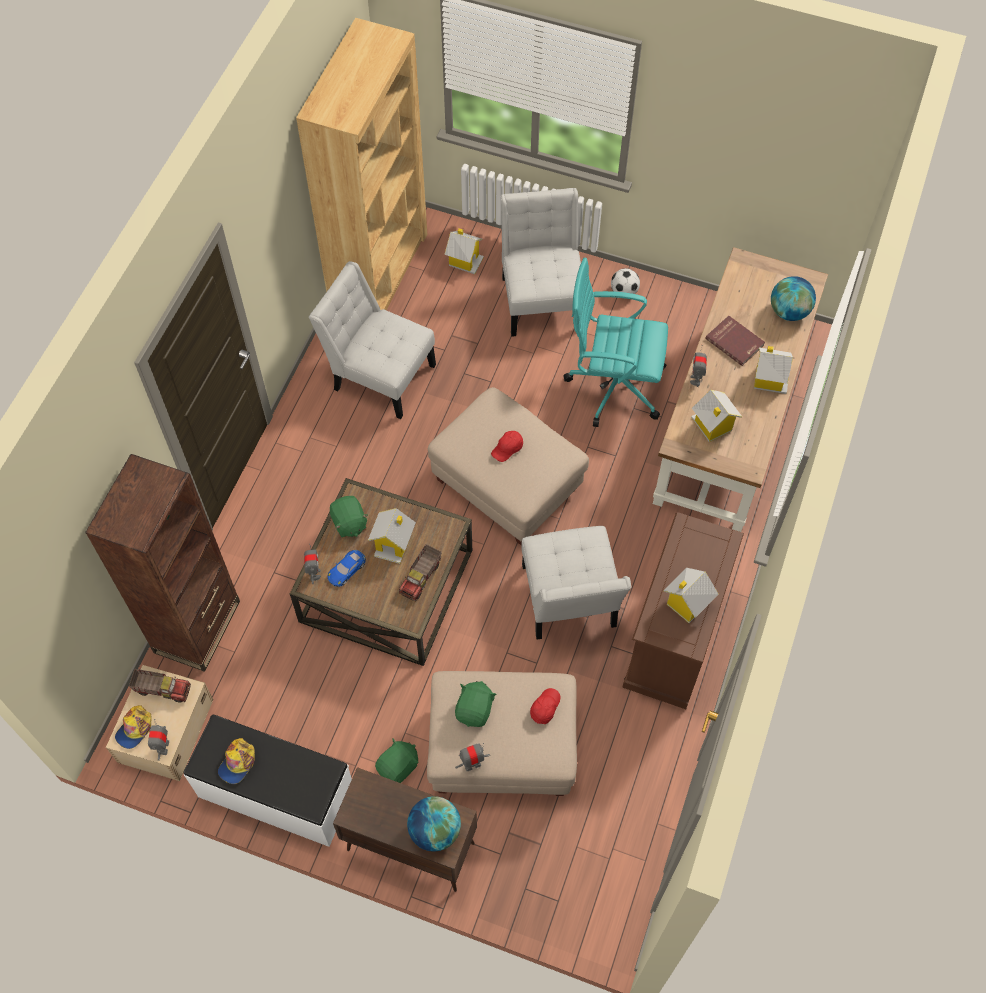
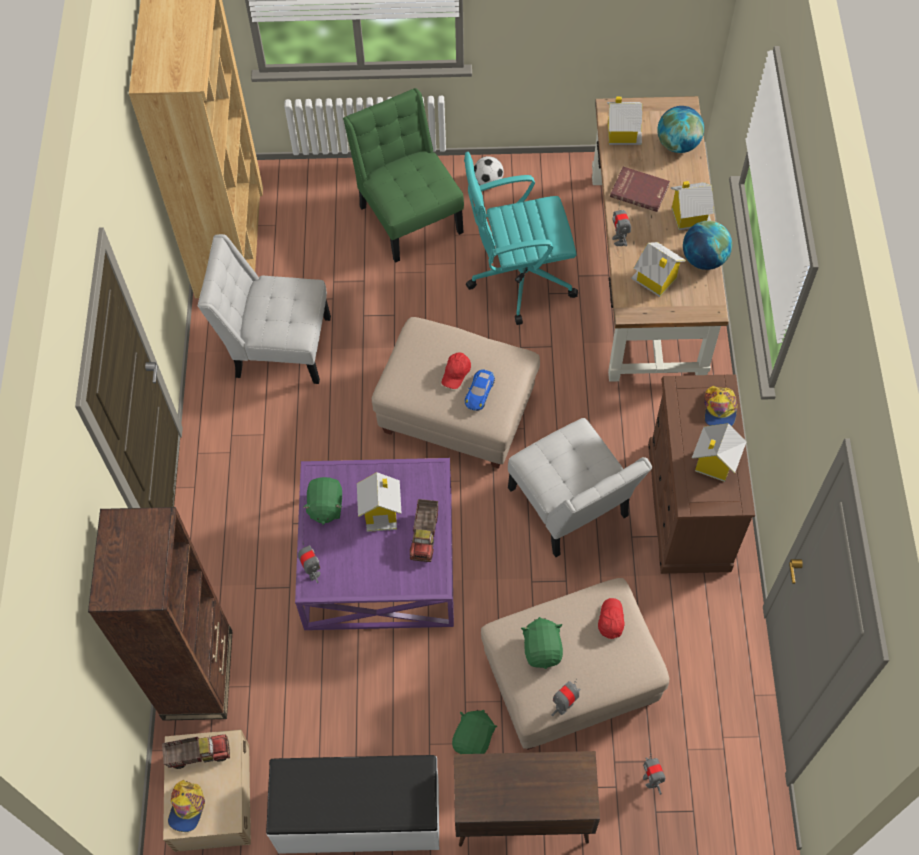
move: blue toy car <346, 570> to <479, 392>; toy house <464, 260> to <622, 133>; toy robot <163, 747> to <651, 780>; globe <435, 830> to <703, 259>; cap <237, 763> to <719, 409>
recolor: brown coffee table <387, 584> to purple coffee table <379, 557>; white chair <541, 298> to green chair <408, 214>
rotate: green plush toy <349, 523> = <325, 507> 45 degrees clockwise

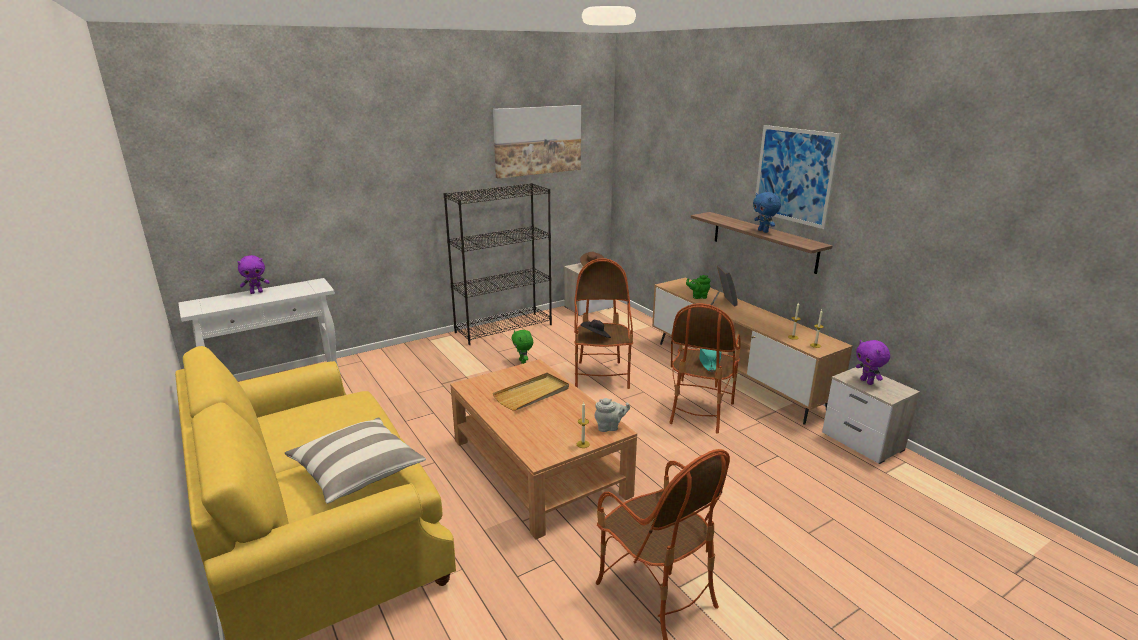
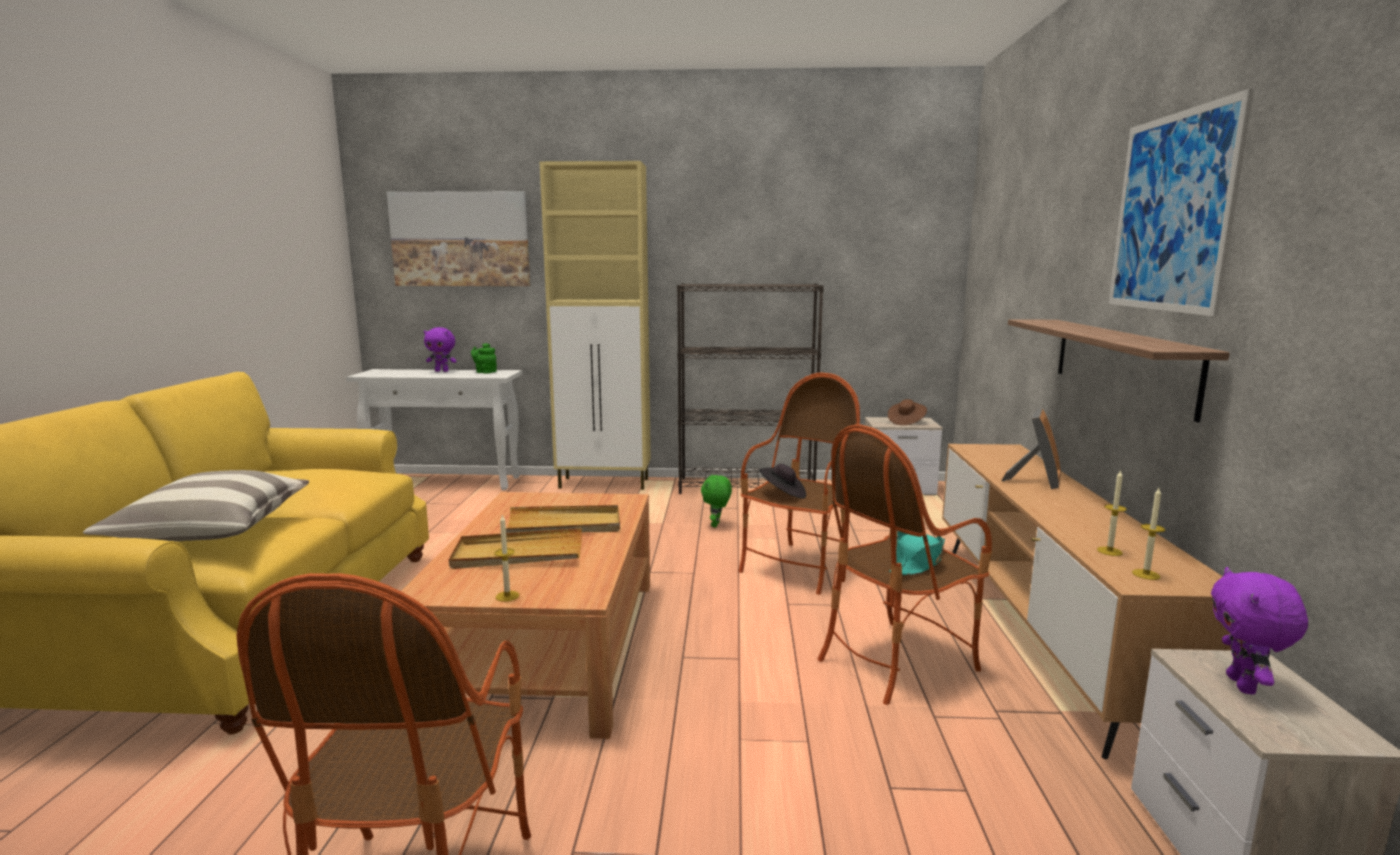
delete: grey teapot <610, 427>; blue plush toy <763, 231>
insert: beige tray <518, 554>; beige cabinet <605, 483>
move: picture <537, 140> to <460, 239>; green teapot <698, 297> to <485, 372>

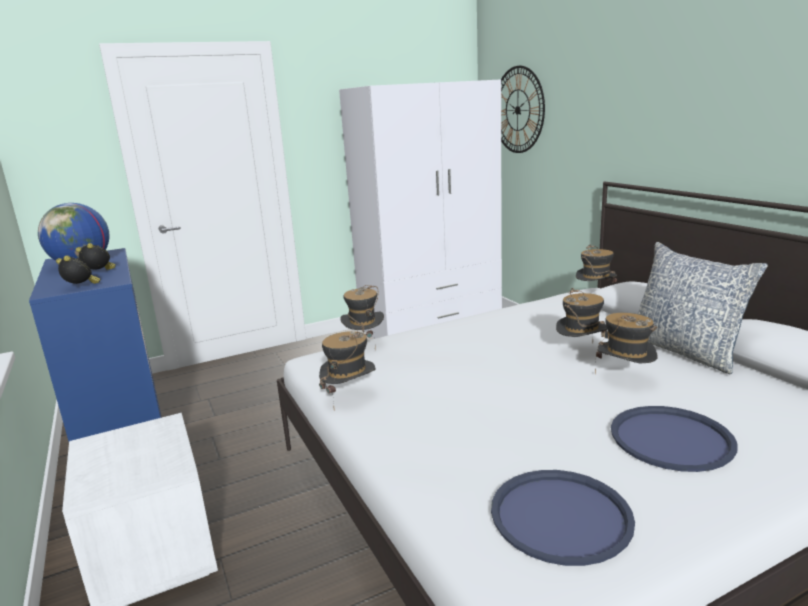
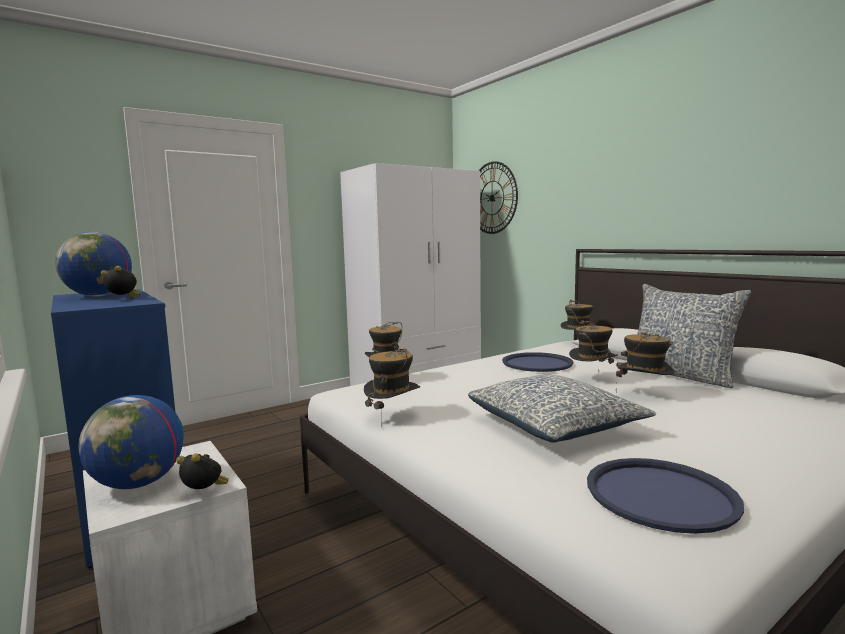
insert: globe <138, 483>; pillow <555, 426>
move: alarm clock <81, 287> to <204, 493>; blue tray <671, 439> to <537, 363>

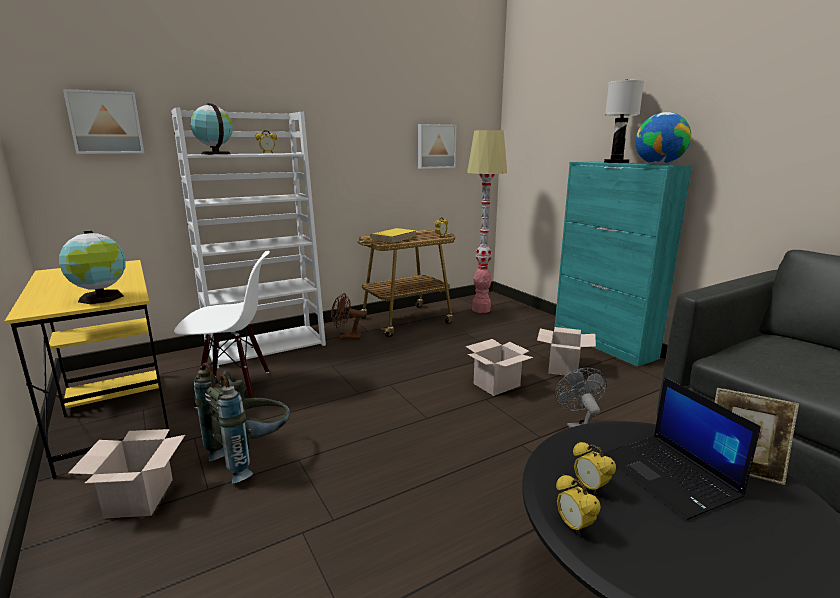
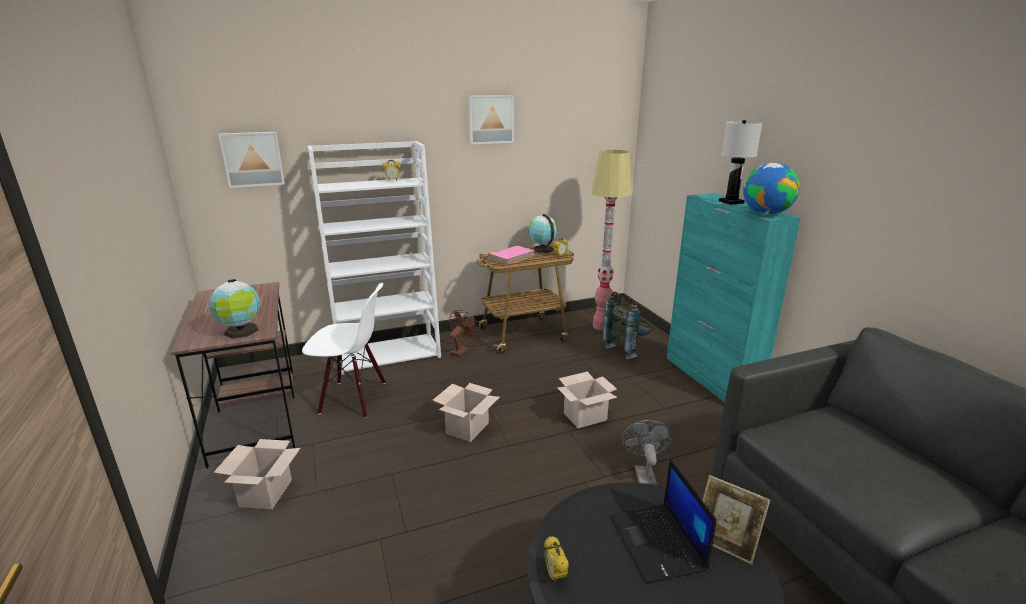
delete: alarm clock <590, 487>
move: cardboard box <562, 367> to <467, 427>; picture <435, 146> to <490, 119>; globe <215, 154> to <542, 249>; grey backpack <251, 457> to <628, 348>
recolor: yellow desk <115, 417> to brown desk <255, 416>; yellow book <393, 238> to pink book <511, 257>
rotate: brown fan <346, 337> = <462, 350> 105 degrees clockwise

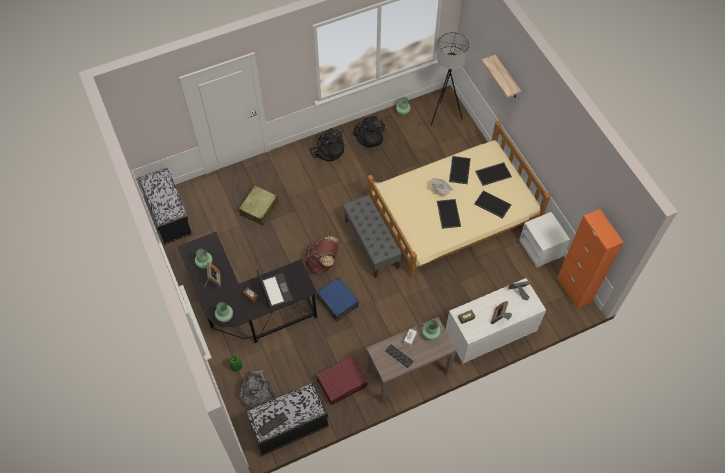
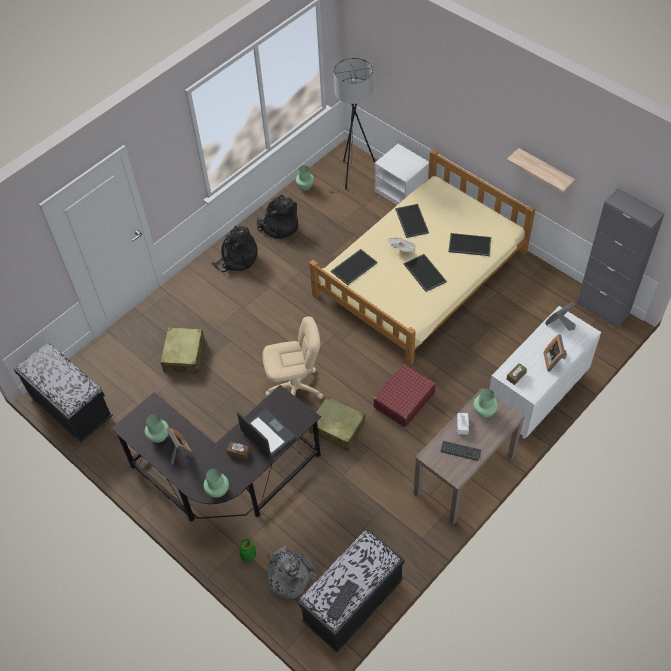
delete: grey bench <371, 244>
move: tray <493, 173> to <354, 266>; red suitcase <341, 383> to <403, 400>; white nightstand <541, 248> to <402, 191>; shelf <506, 78> to <545, 171>
replace: brown backpack <322, 263> to beige office chair <295, 389>
recolor: blue suitcase <337, 302> to beige suitcase <337, 427>; orange cabinet <574, 290> to grey cabinet <602, 309>

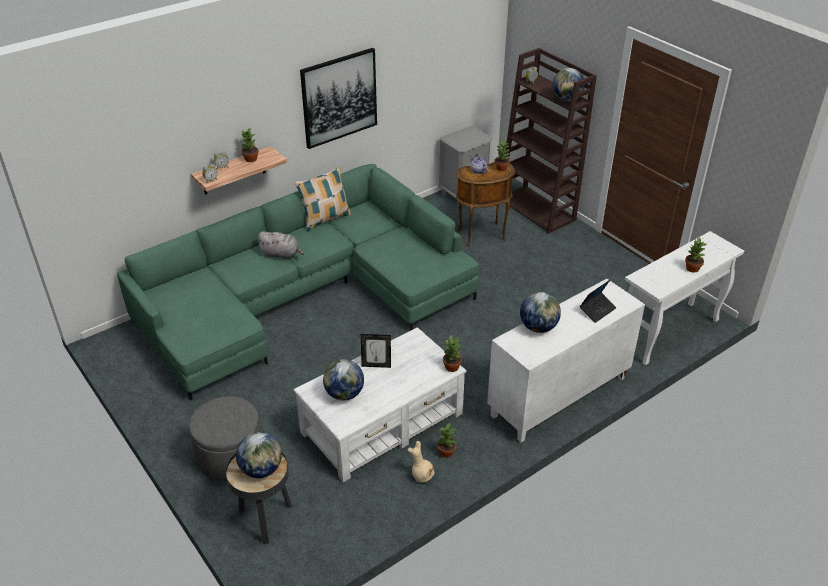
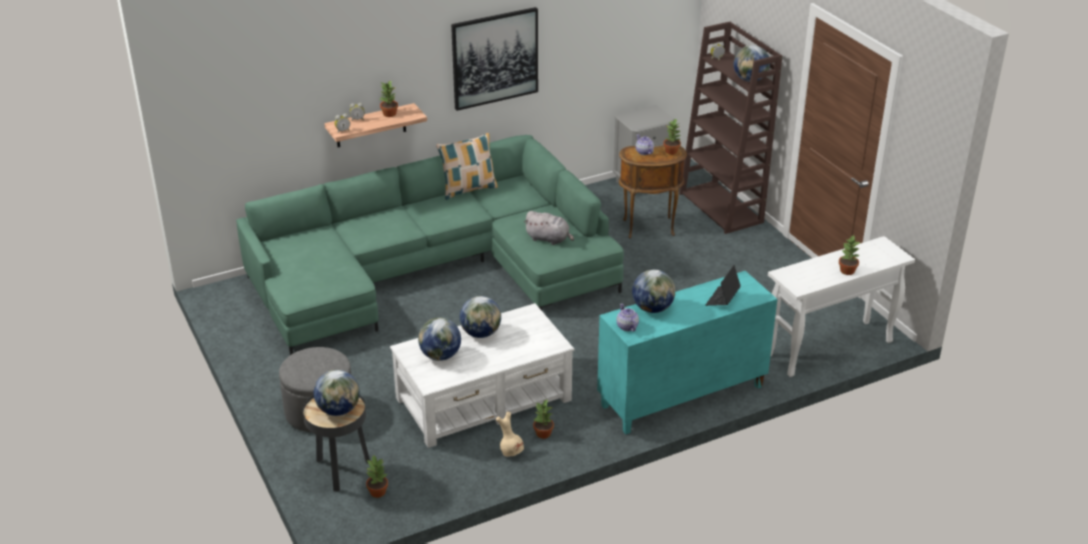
insert: teapot <626, 326>
move: potted plant <452, 367> to <378, 492>; grey plush toy <281, 255> to <549, 239>
replace: picture frame <376, 365> to globe <481, 333>
recolor: white cabinet <559, 397> to turquoise cabinet <681, 397>
rotate: laptop <597, 310> = <722, 299> 150 degrees clockwise

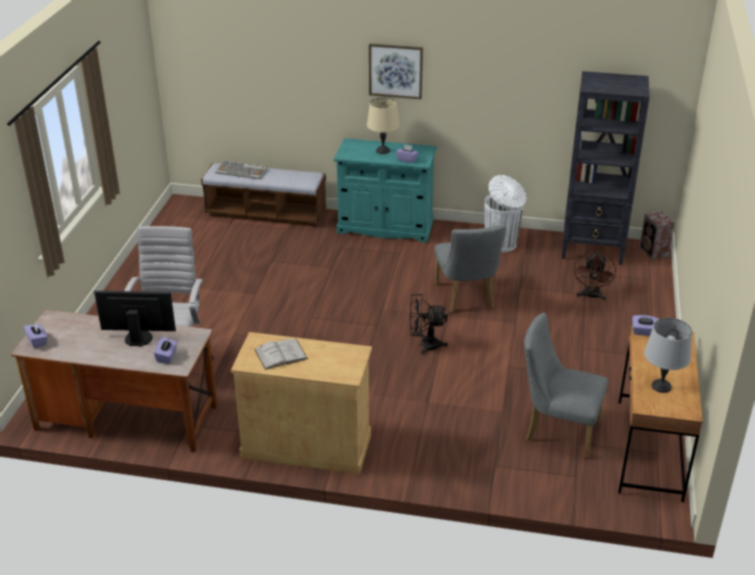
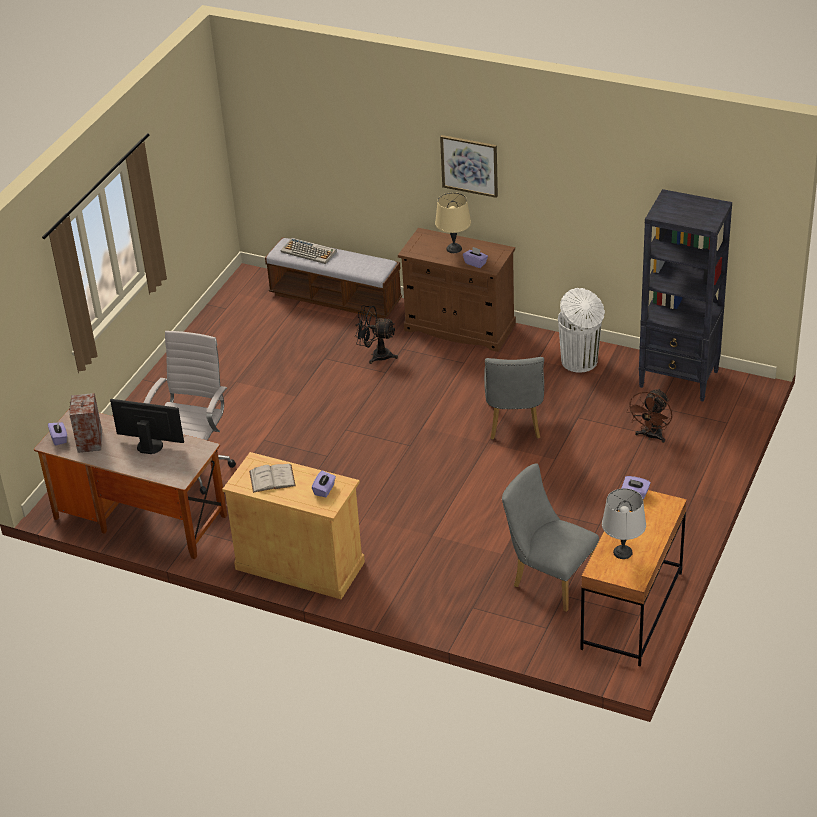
move: speaker <654, 252> to <89, 442>; purple tissue box <167, 356> to <324, 490>; black fan <424, 345> to <376, 355>
recolor: turquoise cabinet <385, 227> to brown cabinet <459, 327>

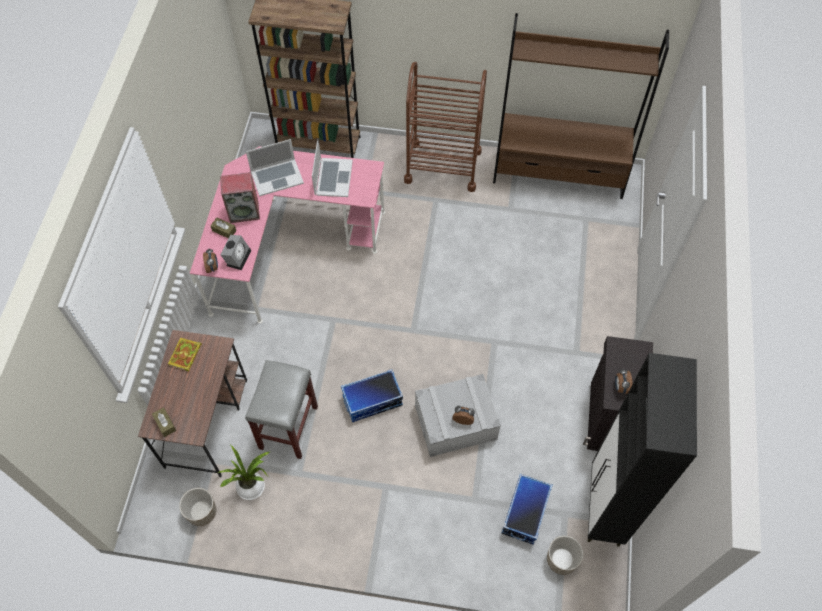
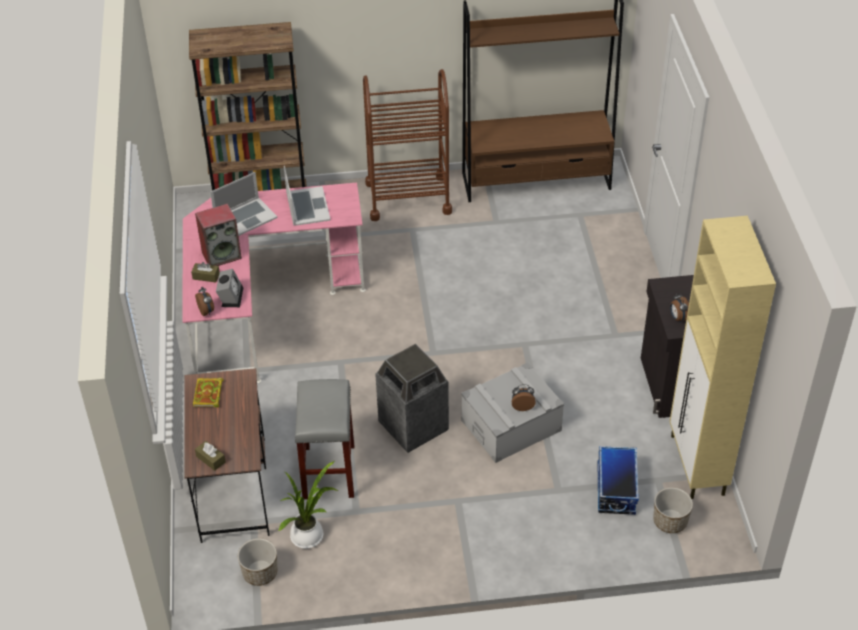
replace: storage box <372, 401> to trash can <413, 427>
recolor: black cabinet <604, 509> to beige cabinet <697, 466>

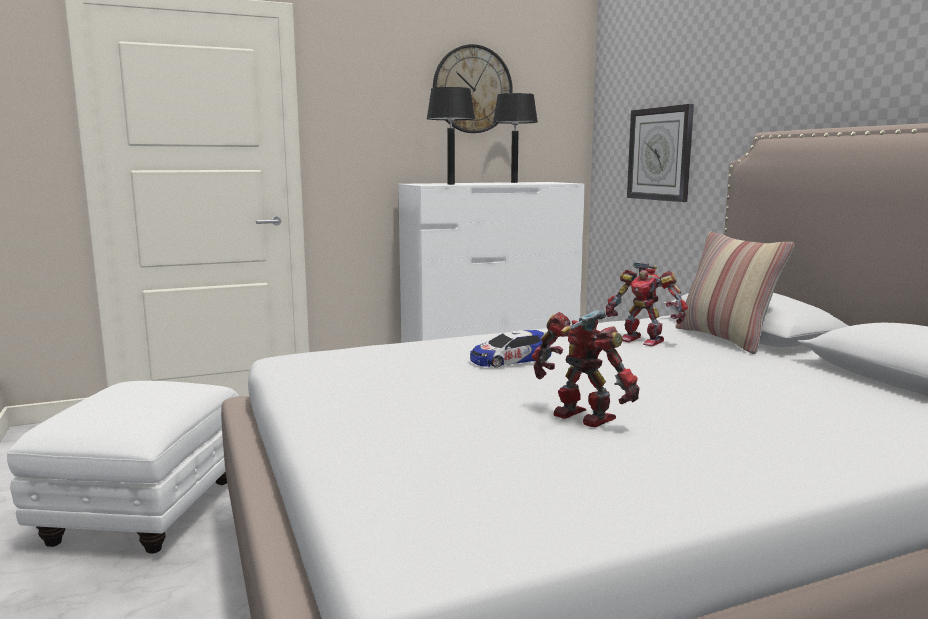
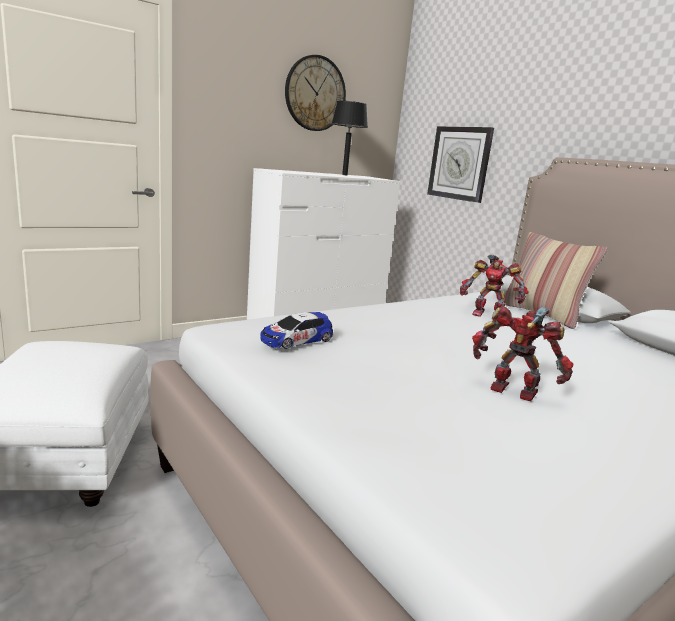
delete: black table lamp <451, 184>
move: toy car <510, 360> to <296, 339>

